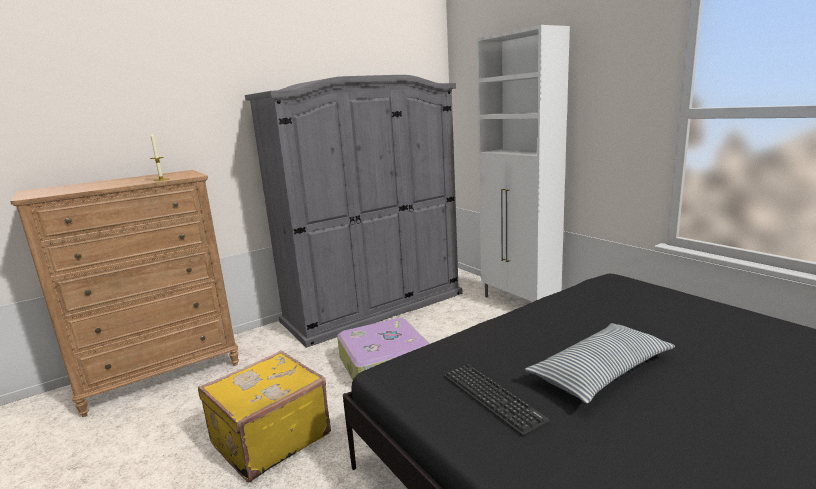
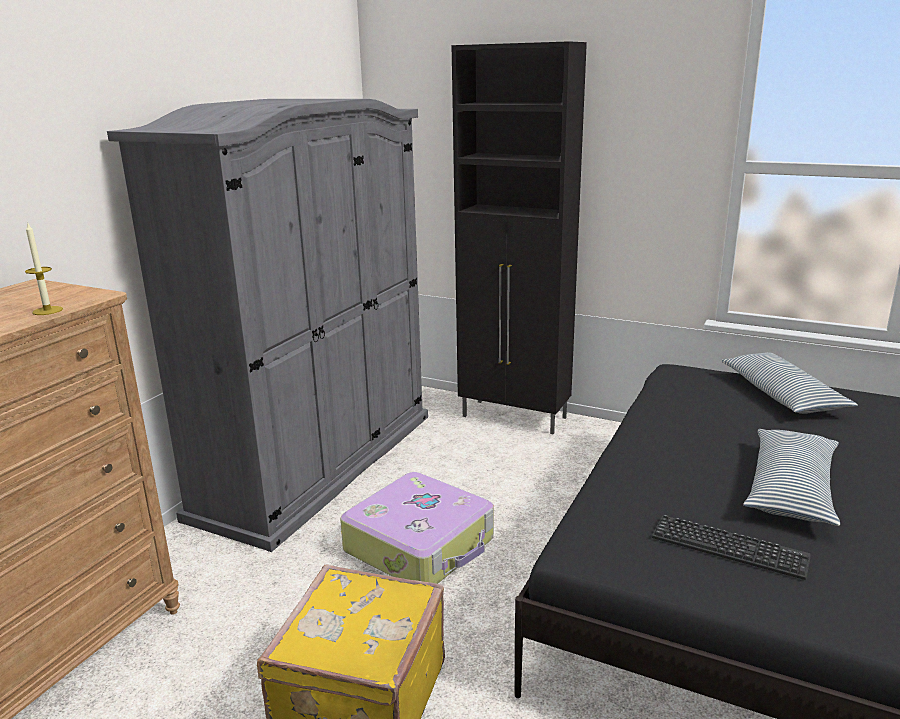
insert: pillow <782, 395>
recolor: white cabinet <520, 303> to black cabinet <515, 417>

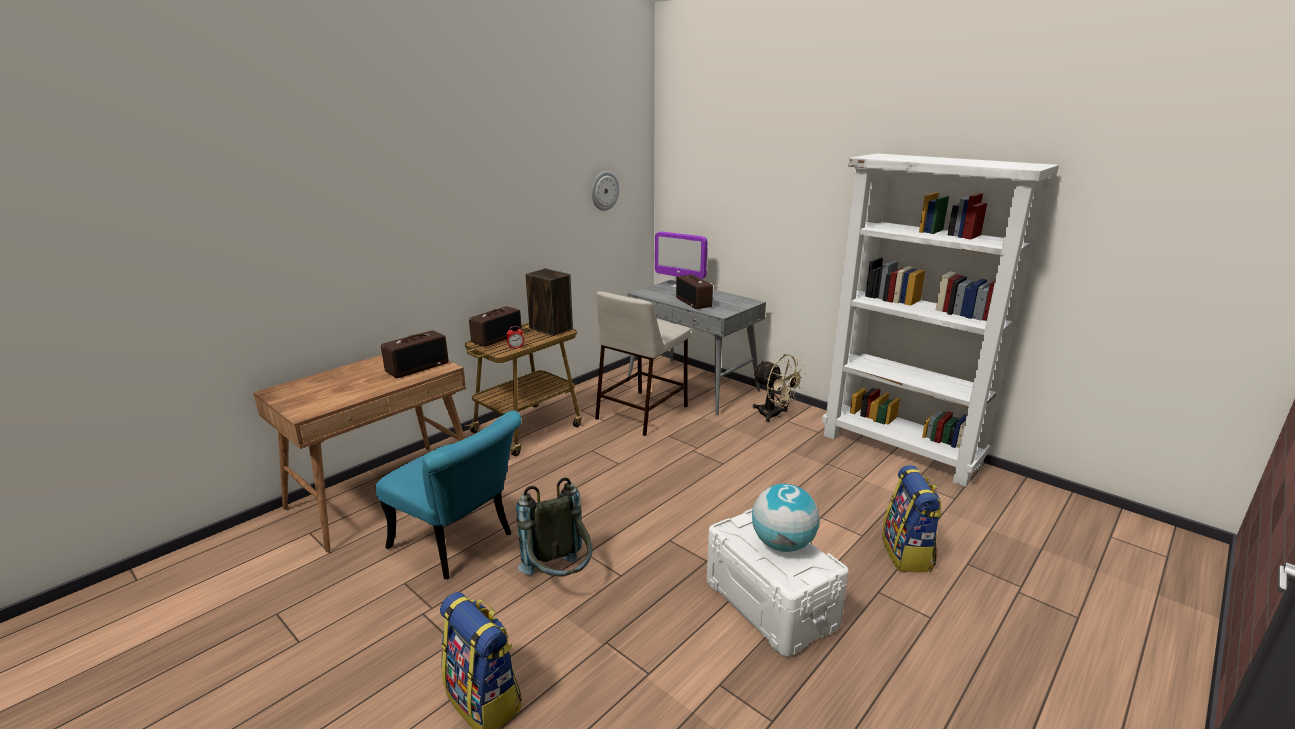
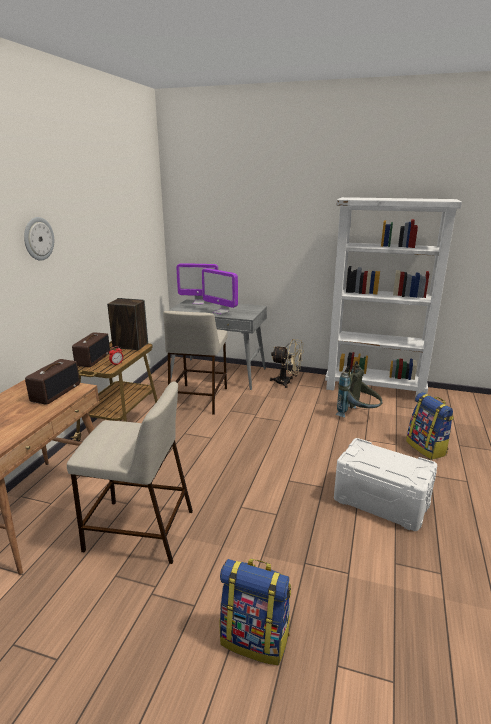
delete: globe <782, 544>
move: wall clock <604, 190> to <38, 238>; grey backpack <560, 578> to <358, 416>
replace: turquoise chair <460, 544> to beige stool <138, 530>; radio <694, 302> to monitor <221, 312>

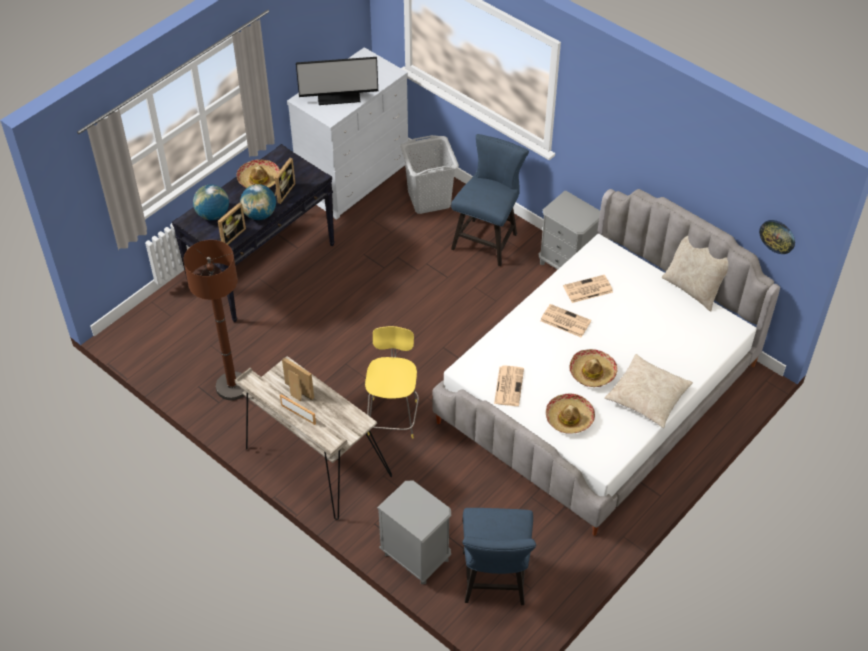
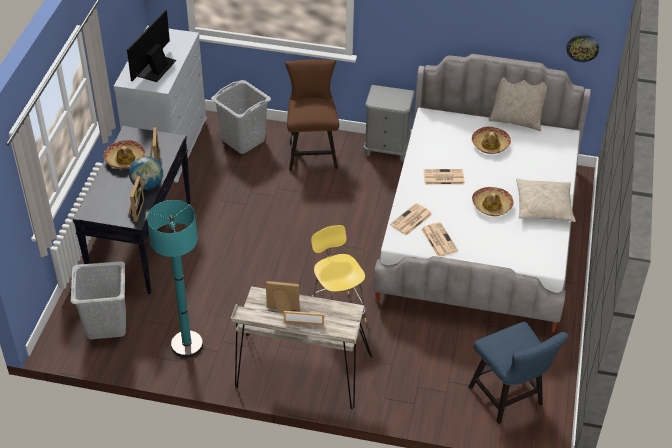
delete: globe <213, 215>; grey nightstand <415, 556>
insert: grey laundry basket <106, 323>
move: newspaper <587, 289> to <411, 220>; hat <569, 418> to <490, 144>
recolor: brown floor lamp <232, 387> to turquoise floor lamp <187, 345>; blue chair <487, 238> to brown chair <312, 152>
rotate: monitor <338, 96> = <156, 68> 150 degrees clockwise

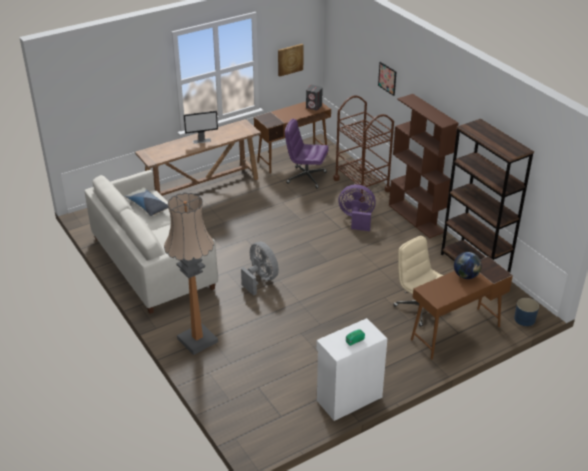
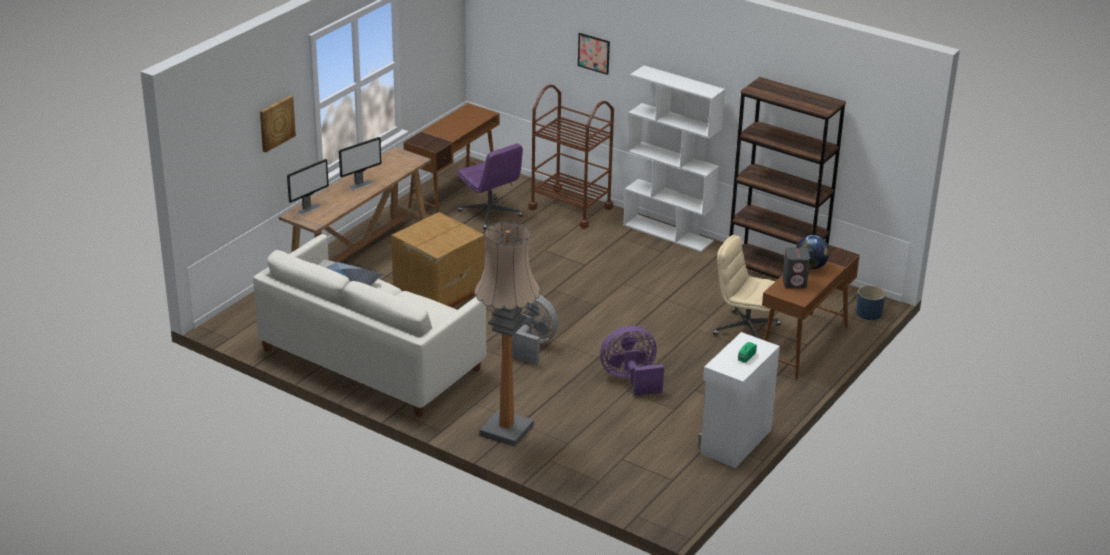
insert: monitor <309, 209>; cardboard box <437, 290>
move: picture <290, 59> to <276, 123>; purple fan <356, 219> to <631, 379>; grey speaker <314, 106> to <794, 283>
recolor: brown bookcase <416, 218> to white bookcase <668, 233>
rotate: purple office chair <306, 177> = <490, 214> 120 degrees counterclockwise

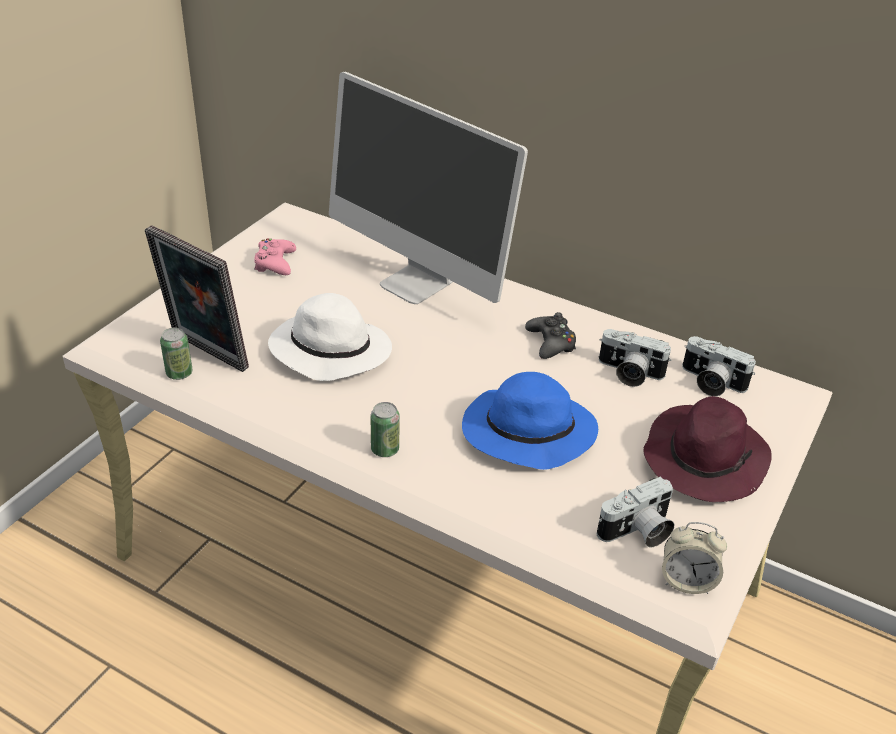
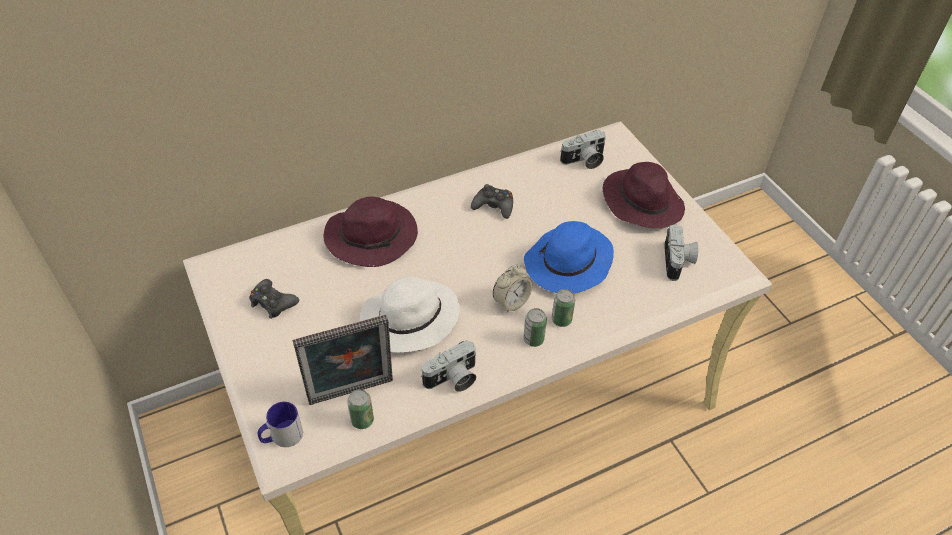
insert: mug <282, 437>; can <561, 320>
move: photo camera <628, 373> to <453, 379>; alarm clock <686, 581> to <511, 302>
replace: monitor <416, 283> to purple hat <373, 236>
recolor: pink game controller <275, 263> to black game controller <273, 303>

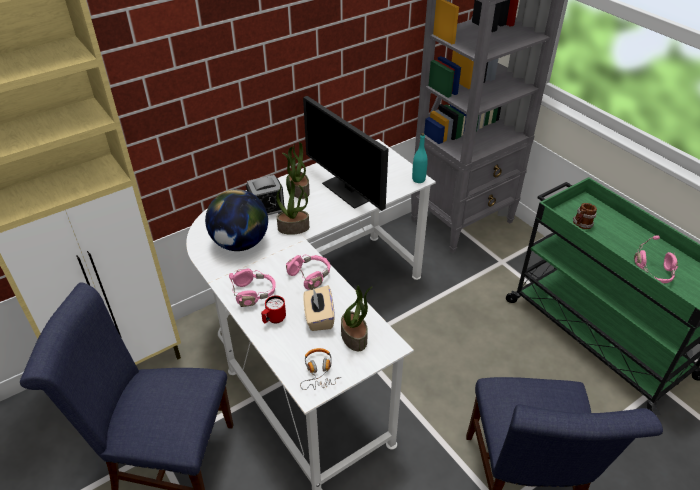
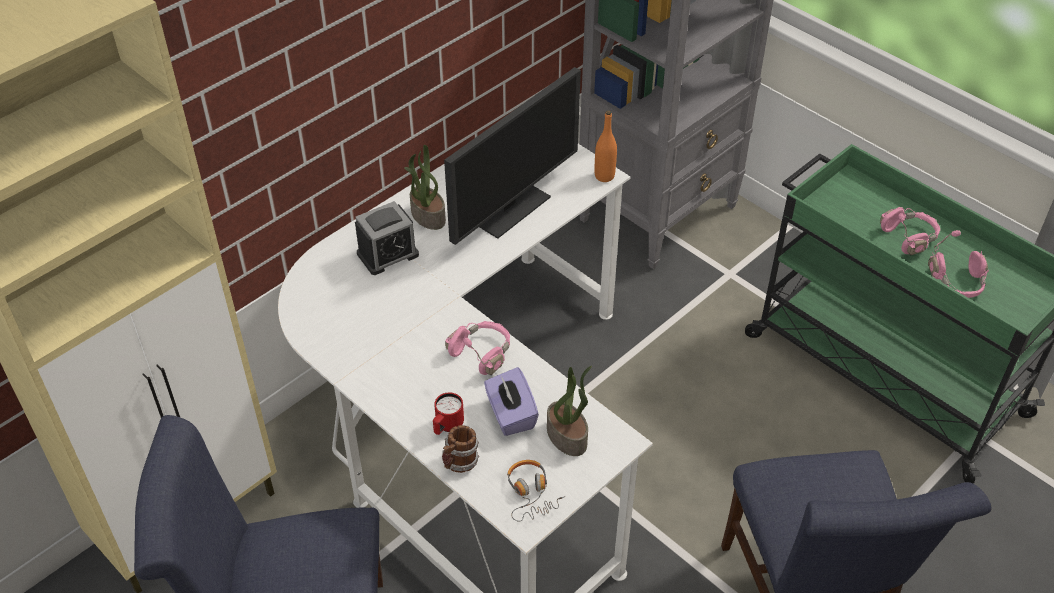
delete: globe <240, 243>; potted plant <294, 227>
move: mug <581, 225> to <459, 463>; pink headphones <254, 293> to <909, 238>
recolor: beige tissue box <319, 317> to purple tissue box <510, 414>; turquoise bottle <418, 179> to orange bottle <604, 176>
rotate: monitor <351, 190> = <506, 206> 90 degrees counterclockwise

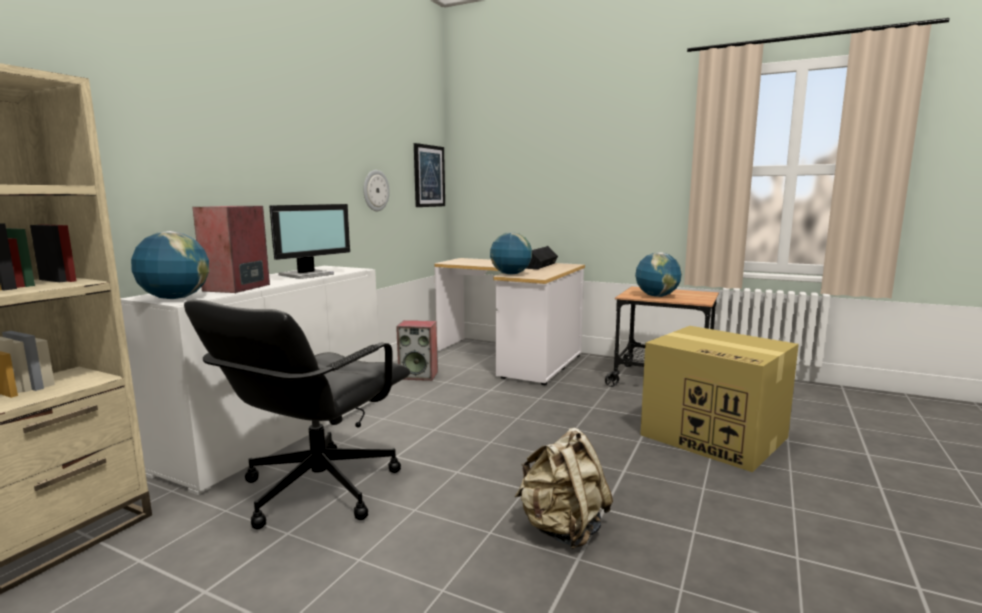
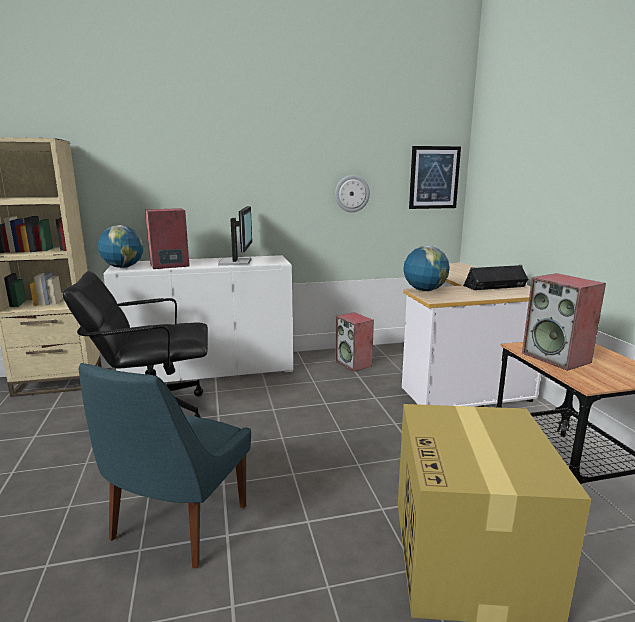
replace: beige backpack <562, 529> to blue chair <176, 525>; globe <657, 296> to speaker <557, 358>
rotate: monitor <308, 275> = <237, 262> 90 degrees counterclockwise

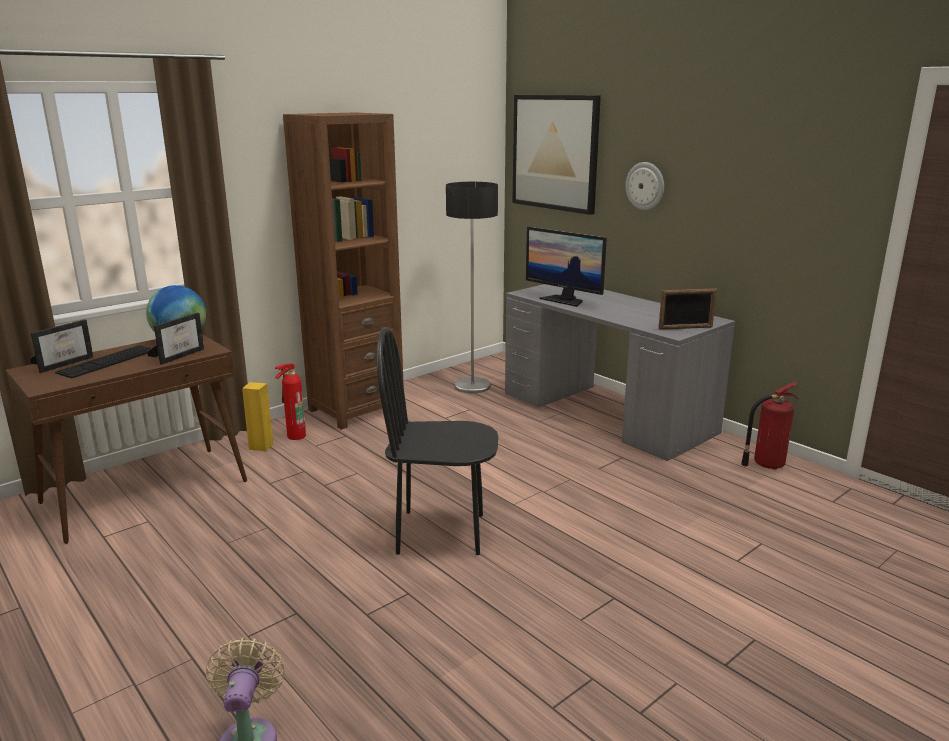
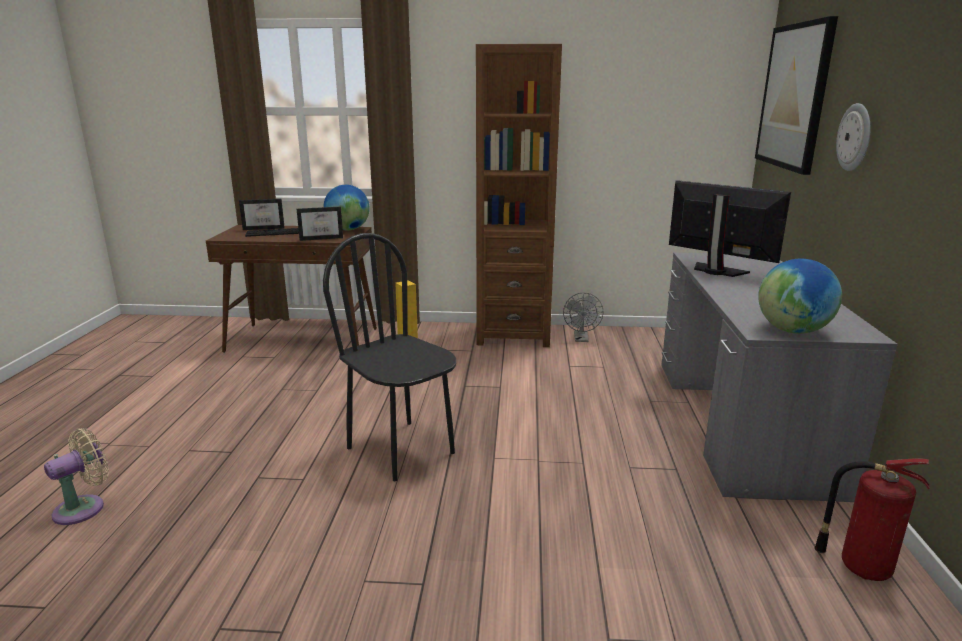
delete: fire extinguisher <294, 436>; floor lamp <472, 386>
insert: grey fan <581, 339>
replace: picture frame <685, 328> to globe <793, 331>
rotate: monitor <564, 300> = <717, 271> 135 degrees clockwise

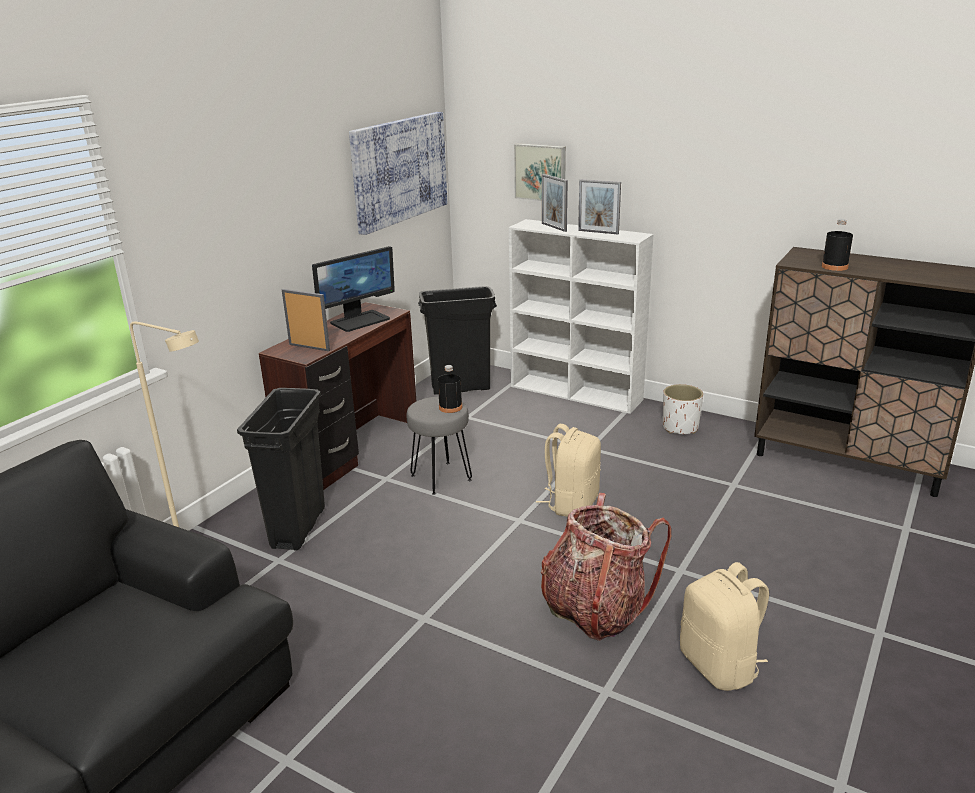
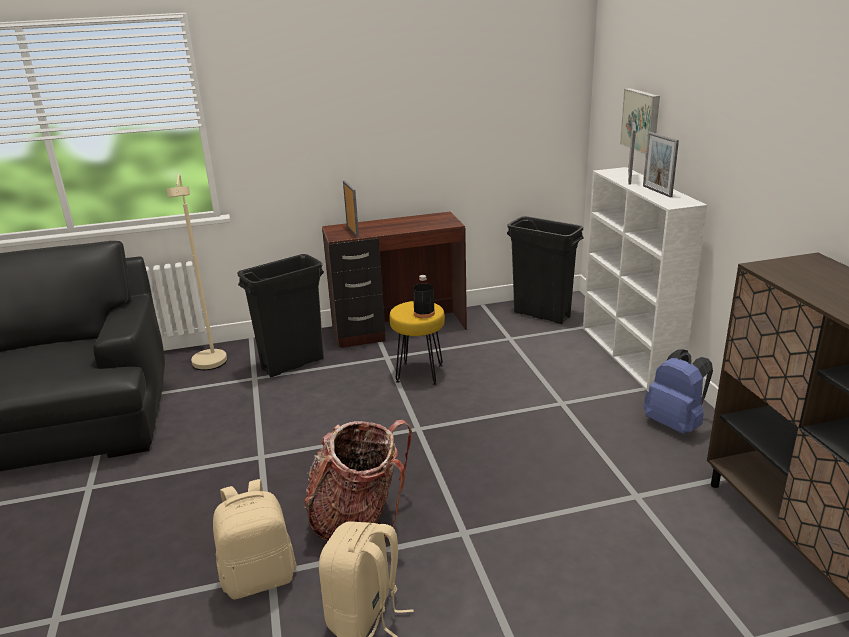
delete: monitor <359, 320>; picture <398, 170>; black bottle <834, 267>
move: beige backpack <571, 503> to <259, 577>
replace: white planter <680, 427> to blue backpack <675, 424>
recolor: grey stool <441, 478> to yellow stool <419, 373>

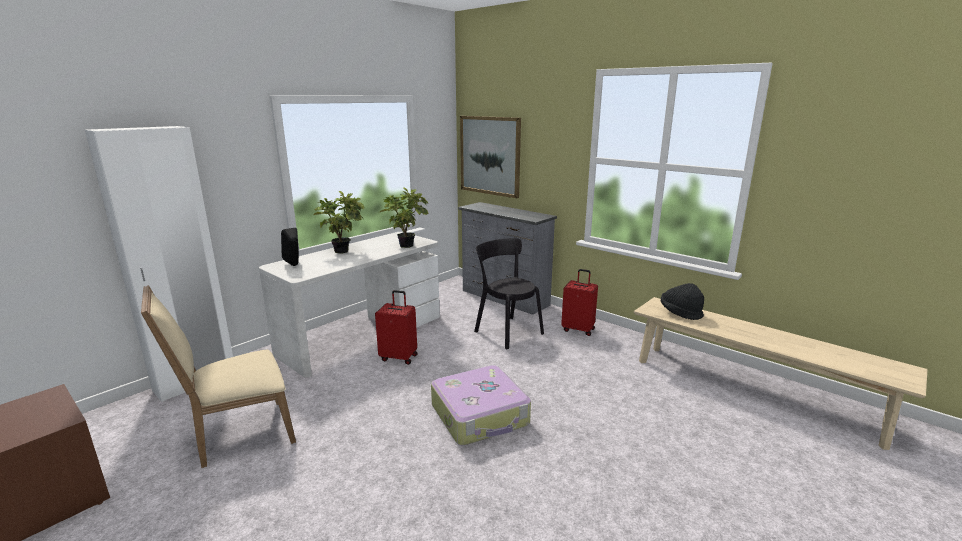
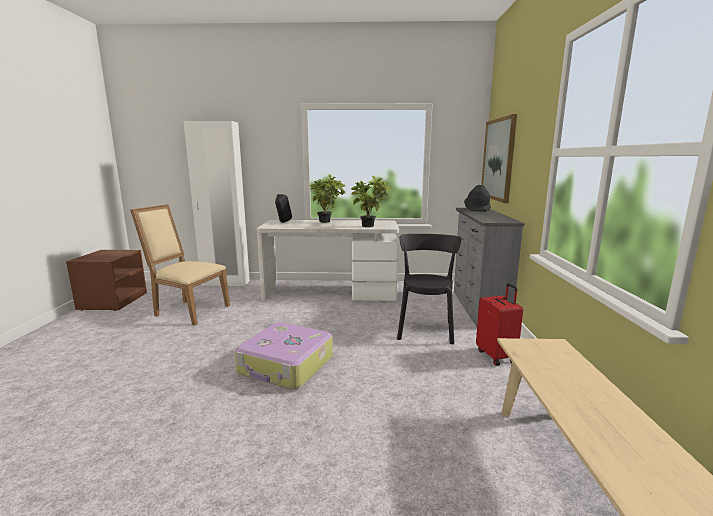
delete: red suitcase <399, 357>
move: black hat <680, 313> to <477, 210>

